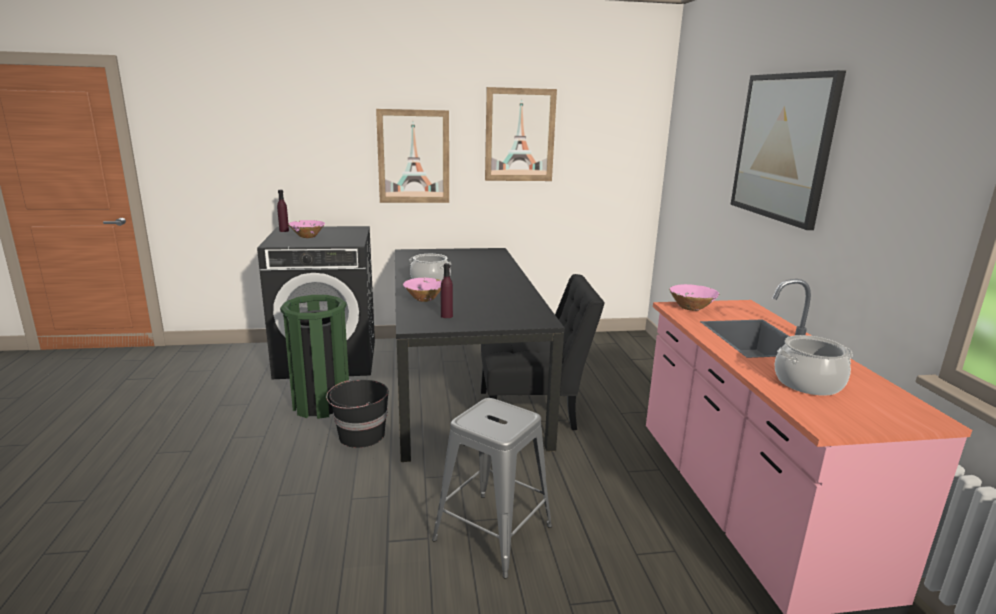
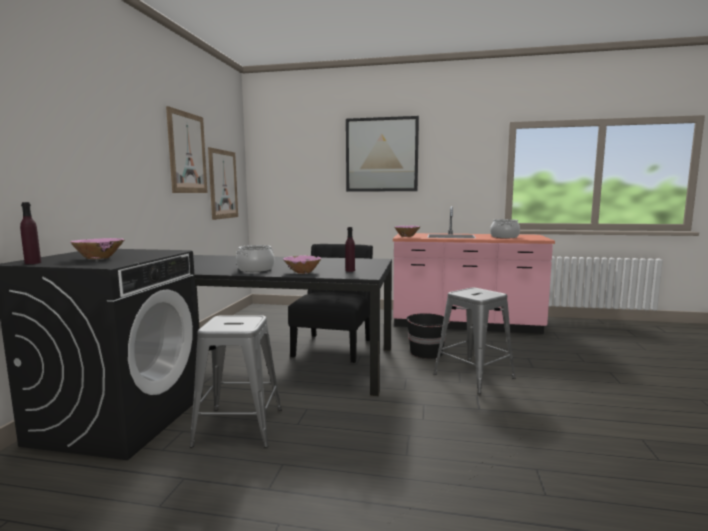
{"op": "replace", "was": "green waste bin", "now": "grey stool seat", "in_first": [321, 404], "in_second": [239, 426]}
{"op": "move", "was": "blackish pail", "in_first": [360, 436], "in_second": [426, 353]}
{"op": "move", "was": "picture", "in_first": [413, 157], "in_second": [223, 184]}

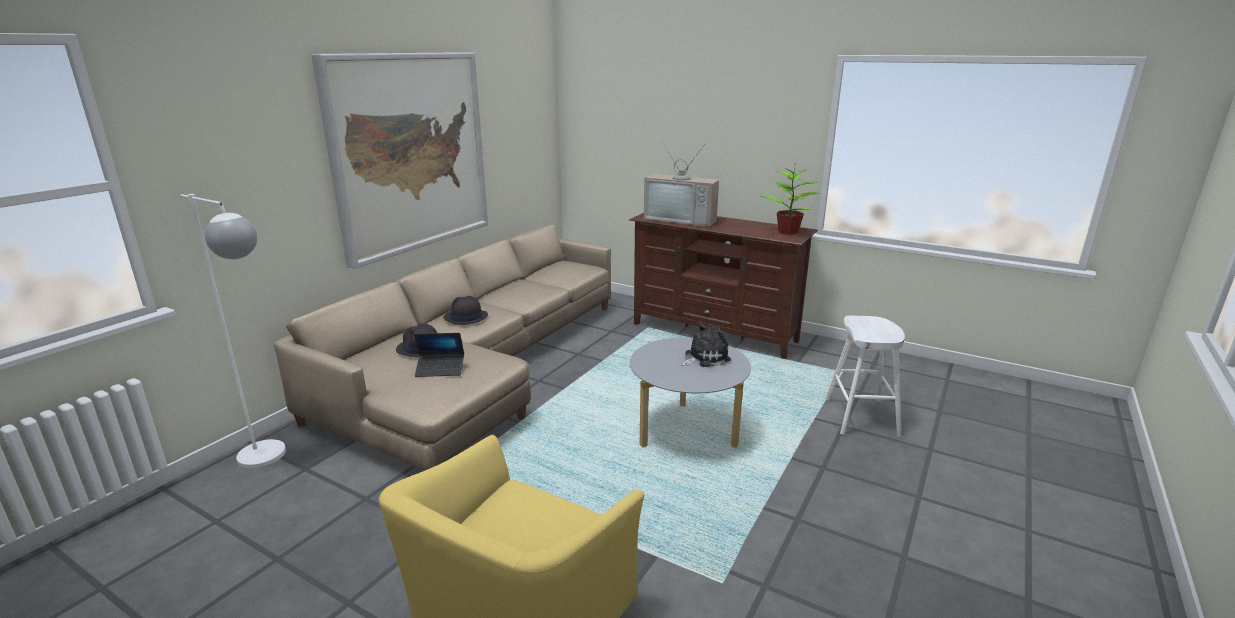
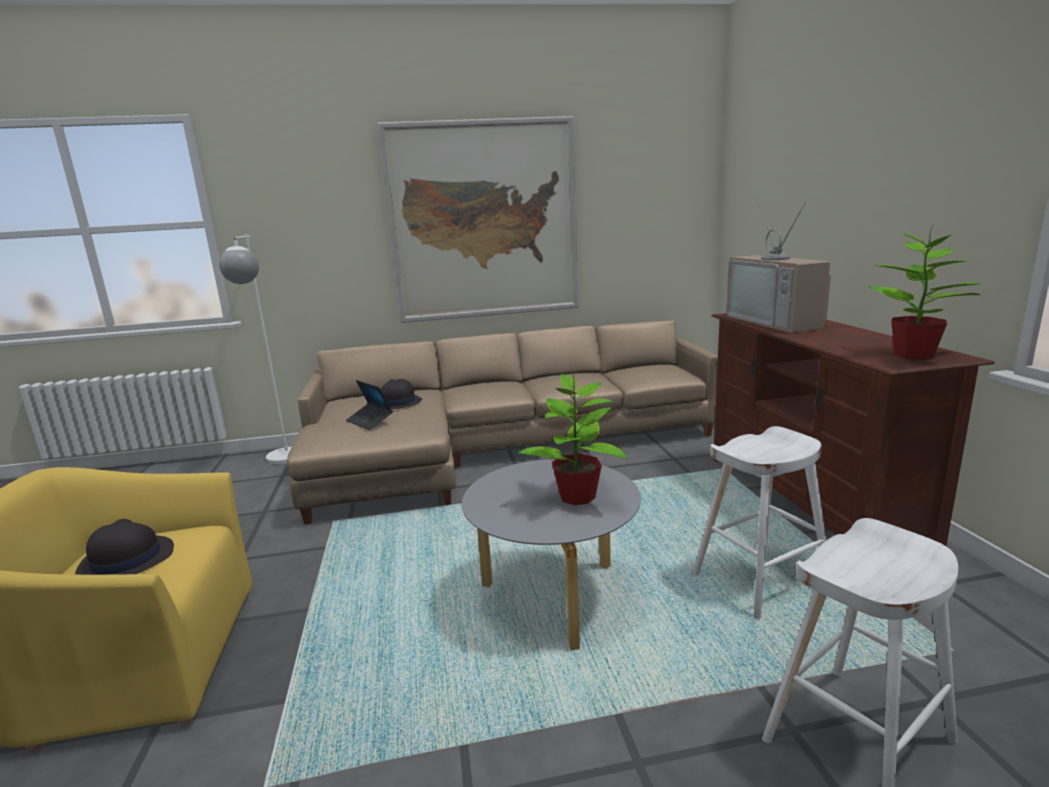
{"op": "move", "was": "blackish hat", "in_first": [465, 317], "in_second": [126, 560]}
{"op": "replace", "was": "cuddly toy", "now": "plant in a pot", "in_first": [704, 357], "in_second": [577, 497]}
{"op": "insert", "now": "whitish stool seat", "in_second": [761, 579]}

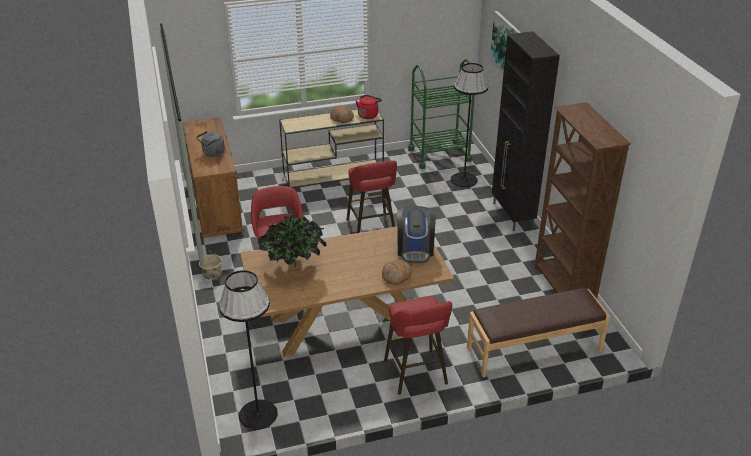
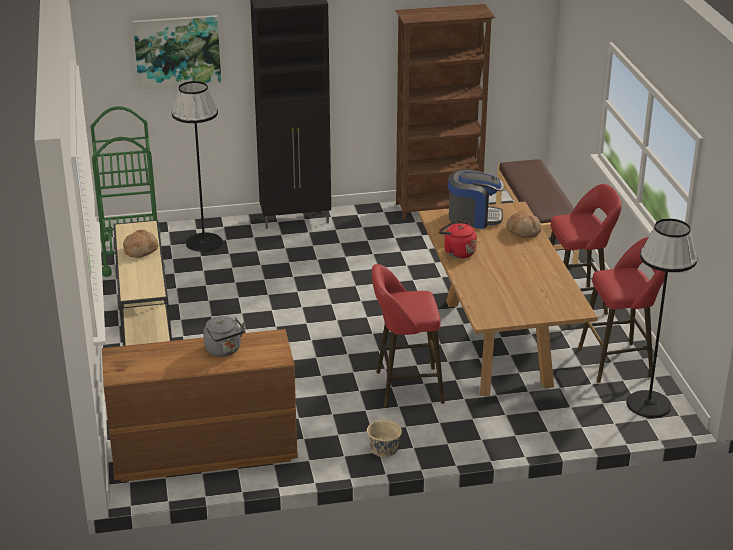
{"op": "delete", "was": "plant in a pot", "in_first": [293, 267]}
{"op": "move", "was": "red stool seat", "in_first": [372, 229], "in_second": [619, 362]}
{"op": "move", "was": "red kettle", "in_first": [368, 115], "in_second": [457, 252]}

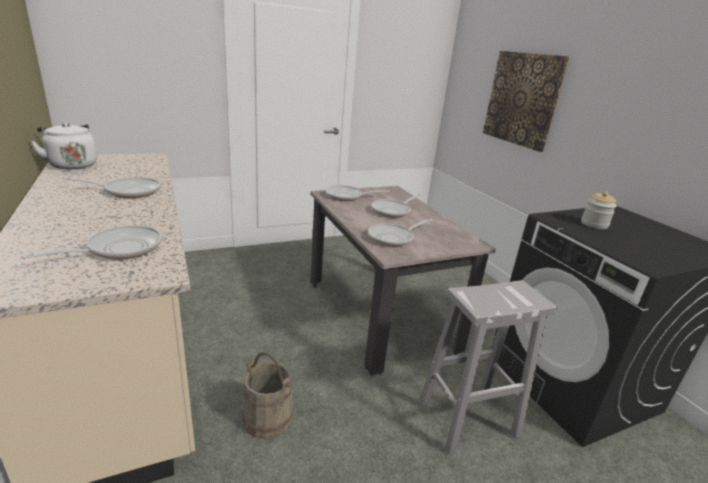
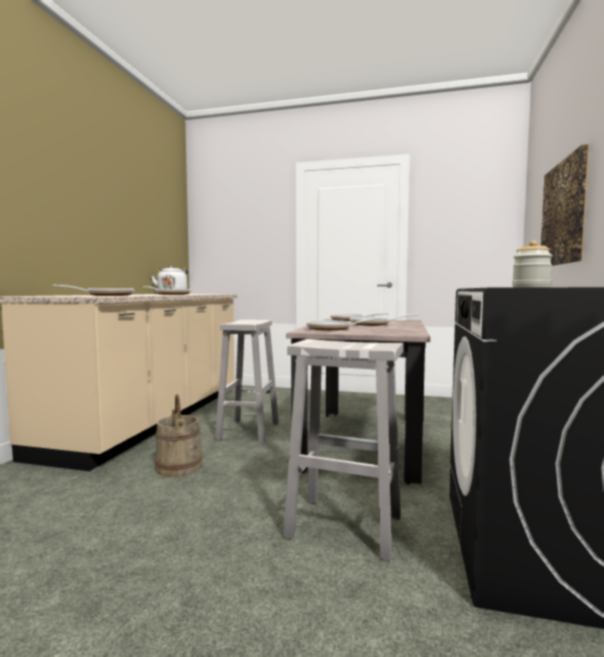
{"op": "insert", "now": "whitish stool seat", "in_second": [249, 430]}

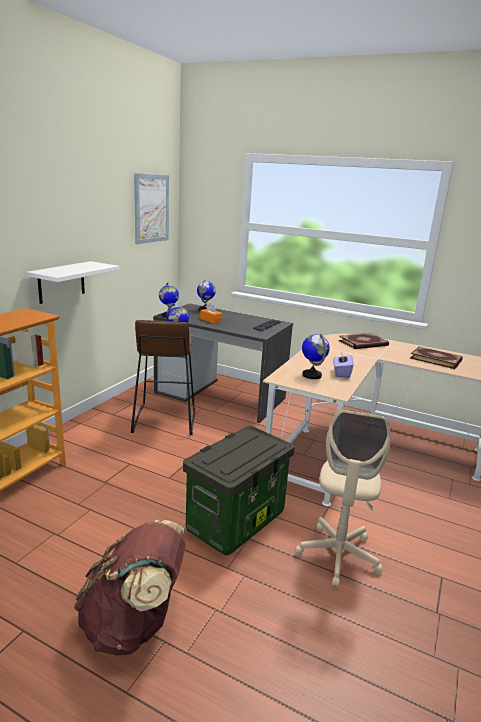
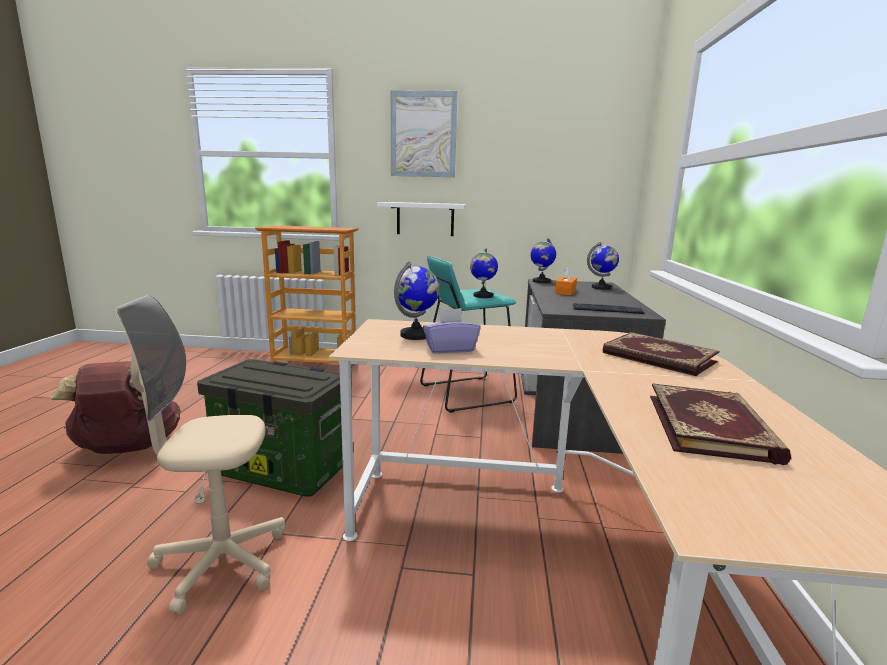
{"op": "recolor", "was": "brownish stool seat", "now": "turquoise-coloured stool seat", "in_first": [164, 420], "in_second": [465, 393]}
{"op": "move", "was": "picture", "in_first": [151, 208], "in_second": [423, 134]}

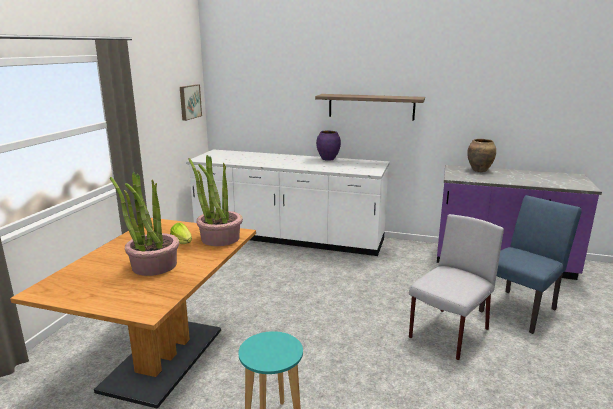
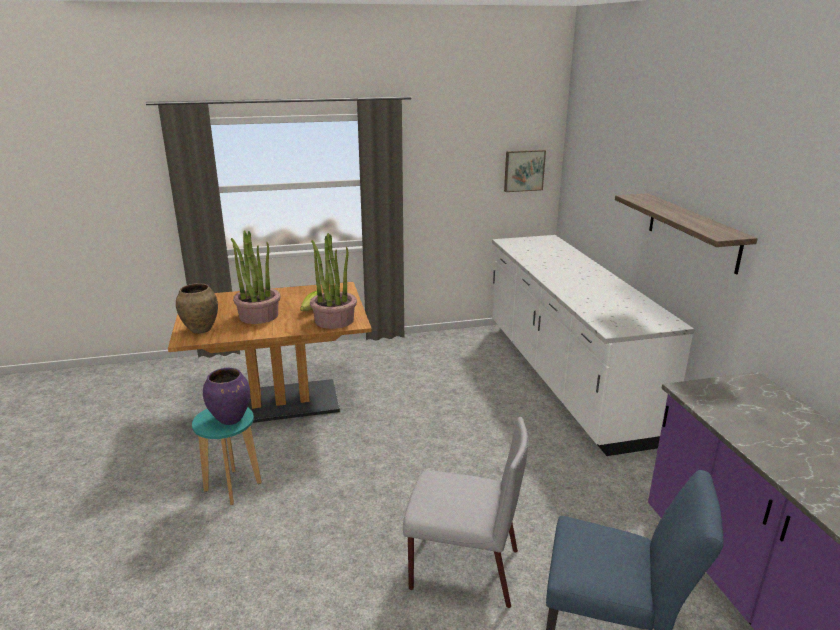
{"op": "move", "was": "purplish decorative vase", "in_first": [328, 159], "in_second": [231, 419]}
{"op": "move", "was": "brownish decorative vase", "in_first": [479, 170], "in_second": [200, 329]}

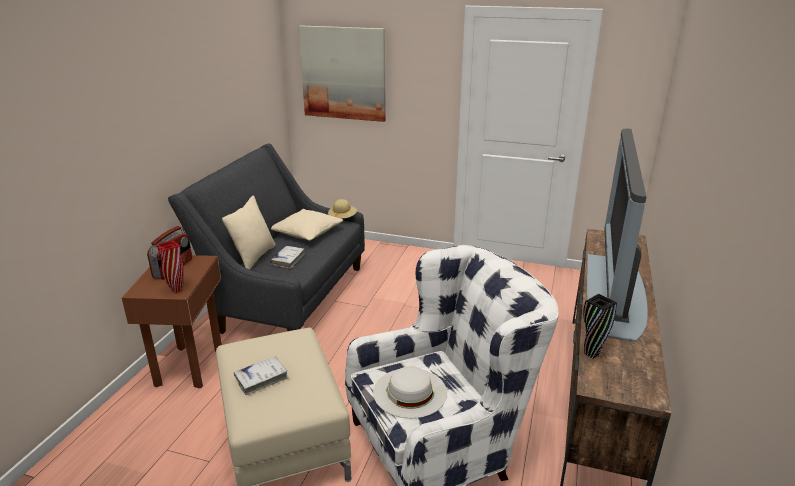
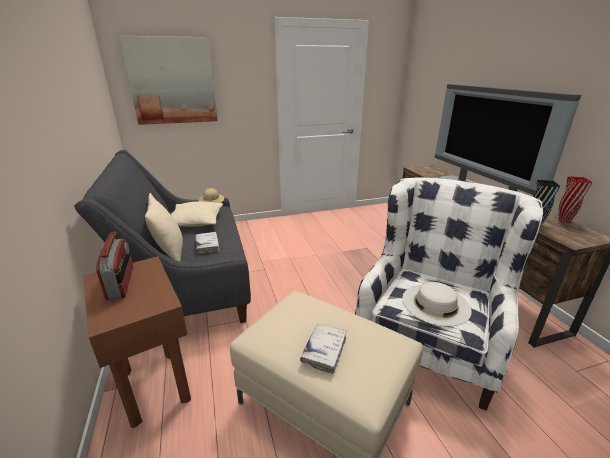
{"op": "move", "was": "red decorative vase", "in_first": [176, 290], "in_second": [564, 221]}

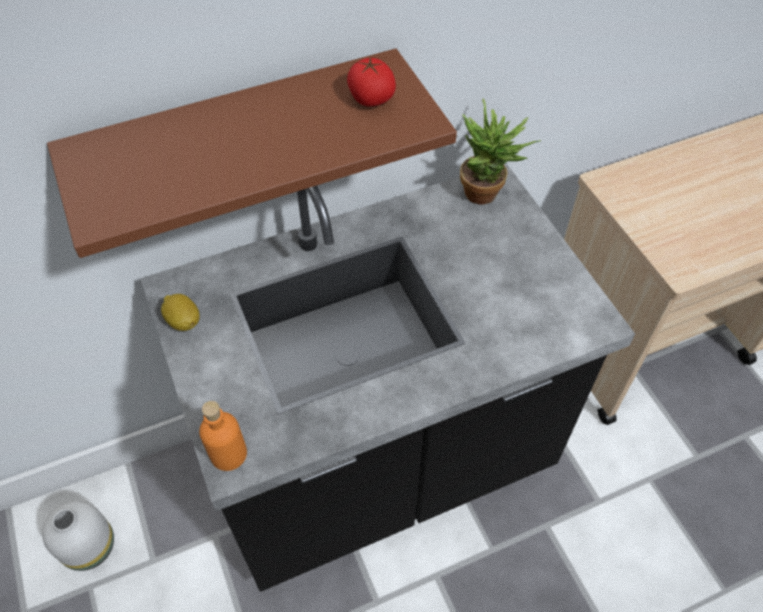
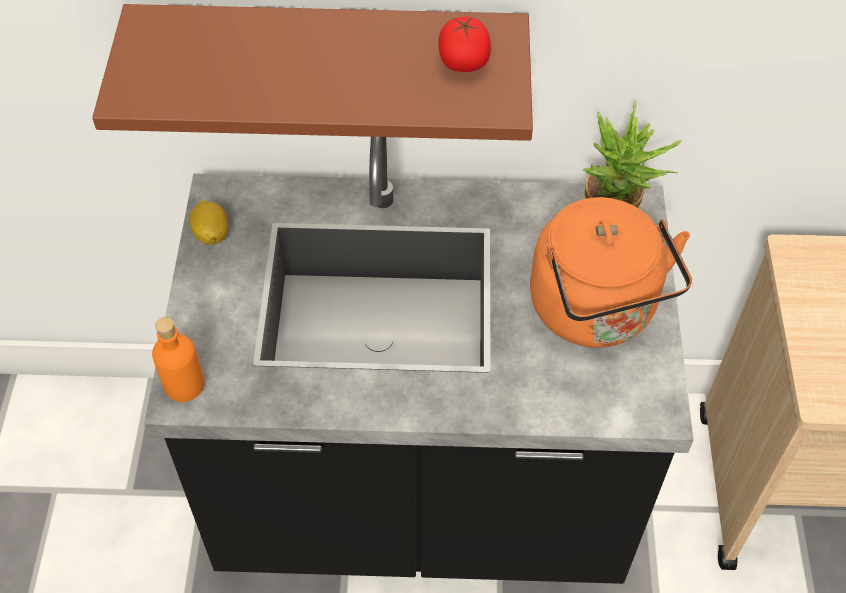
{"op": "delete", "was": "whitish decorative vase", "in_first": [89, 548]}
{"op": "insert", "now": "orangey kettle", "in_second": [596, 312]}

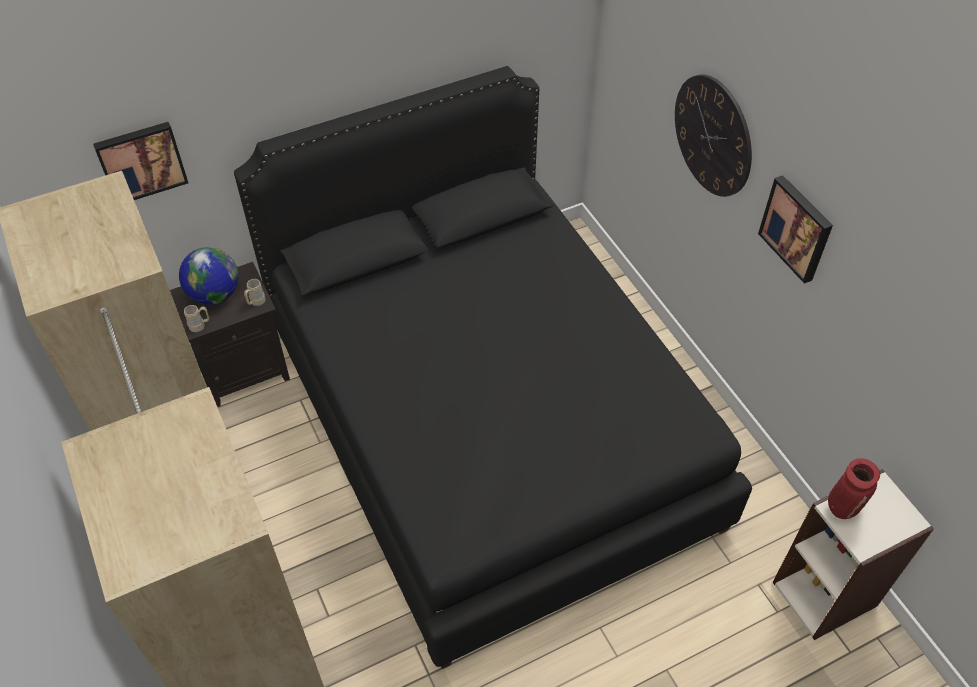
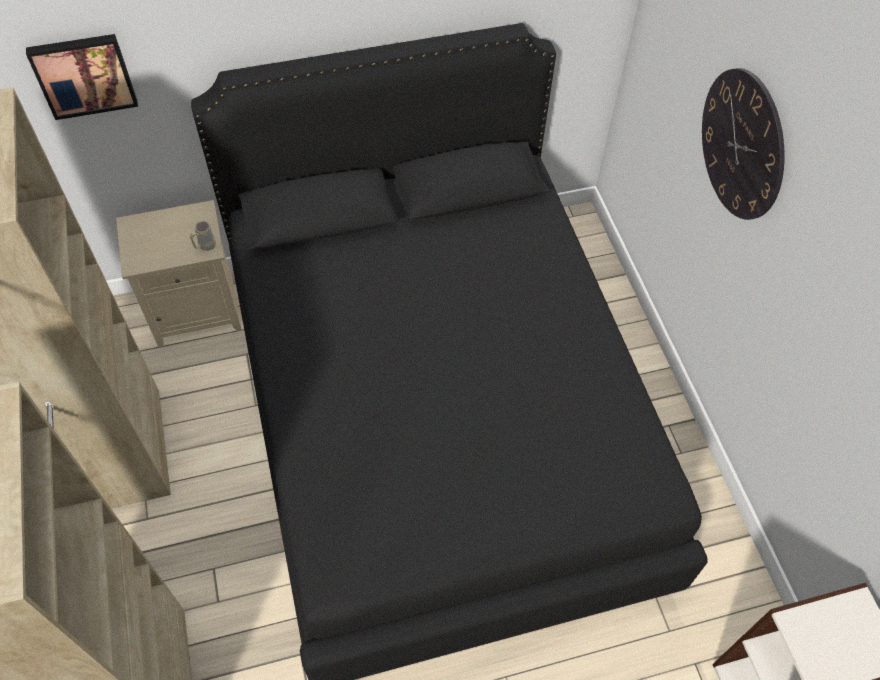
{"op": "recolor", "was": "blackish night table", "now": "sand-coloured night table", "in_first": [244, 369], "in_second": [197, 310]}
{"op": "delete", "was": "desk globe", "in_first": [214, 294]}
{"op": "delete", "was": "sand-coloured tea mug", "in_first": [200, 326]}
{"op": "delete", "was": "picture", "in_first": [797, 228]}
{"op": "delete", "was": "red decorative vase", "in_first": [842, 506]}

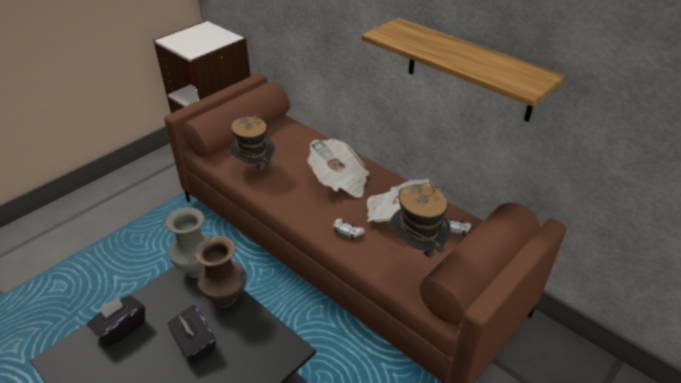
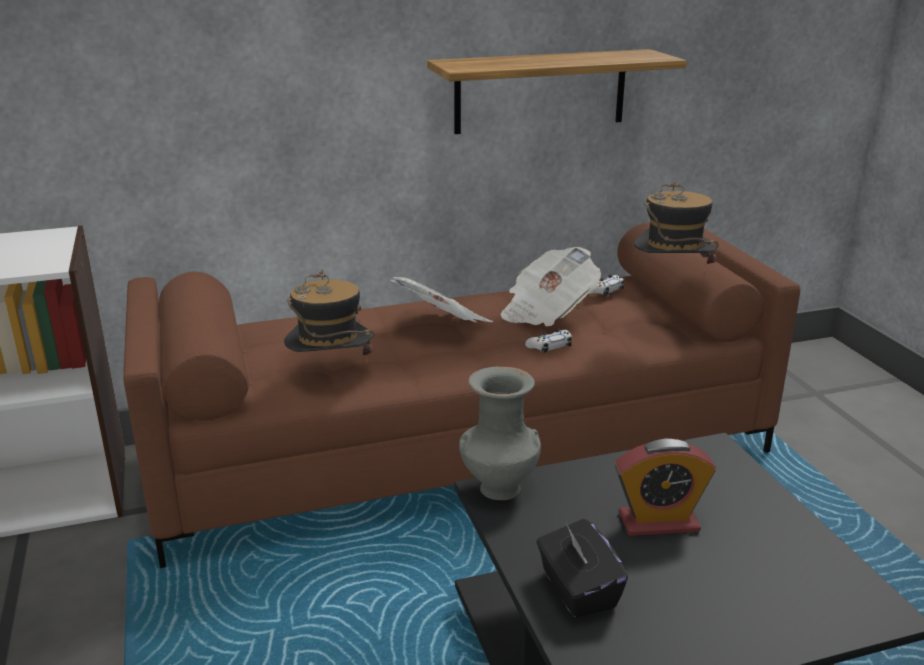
{"op": "replace", "was": "blackish box of tissues", "now": "alarm clock", "in_first": [194, 343], "in_second": [658, 522]}
{"op": "delete", "was": "brownish decorative vase", "in_first": [227, 298]}

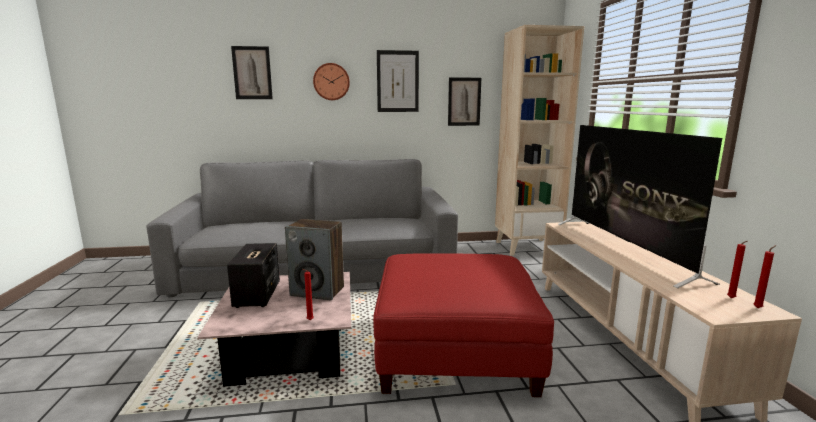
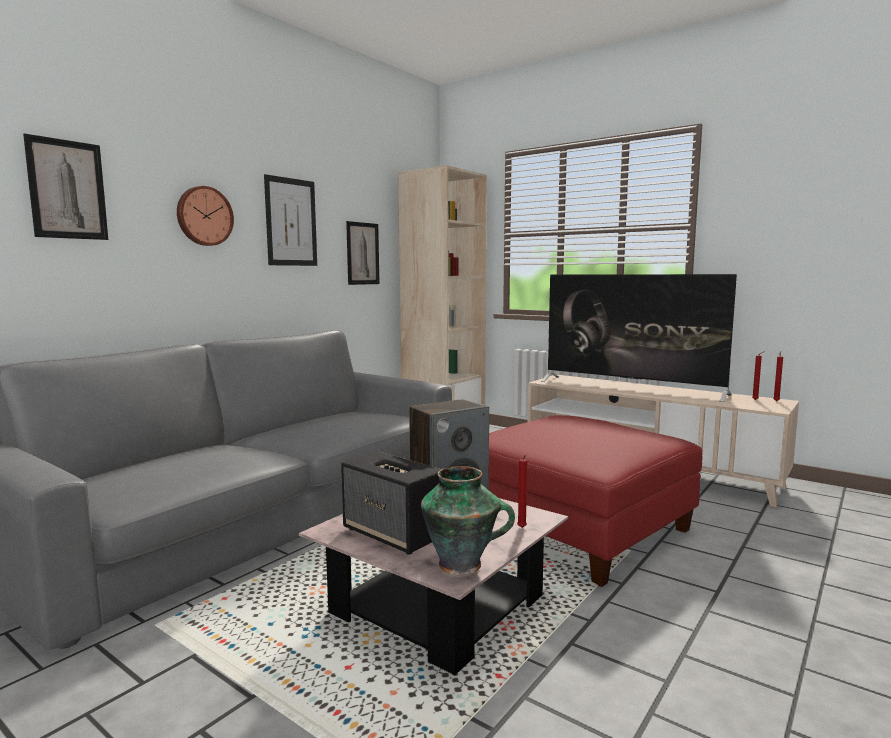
{"op": "insert", "now": "decorative vase", "in_second": [462, 565]}

